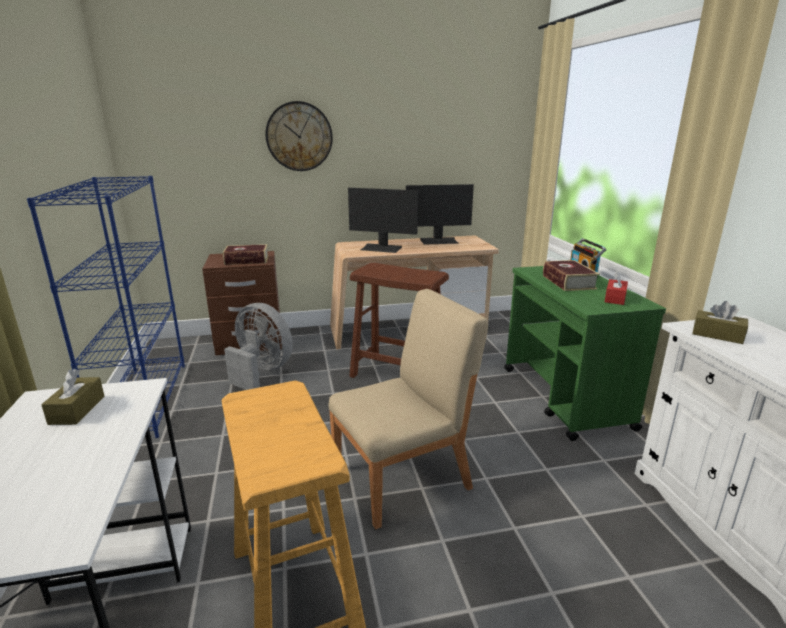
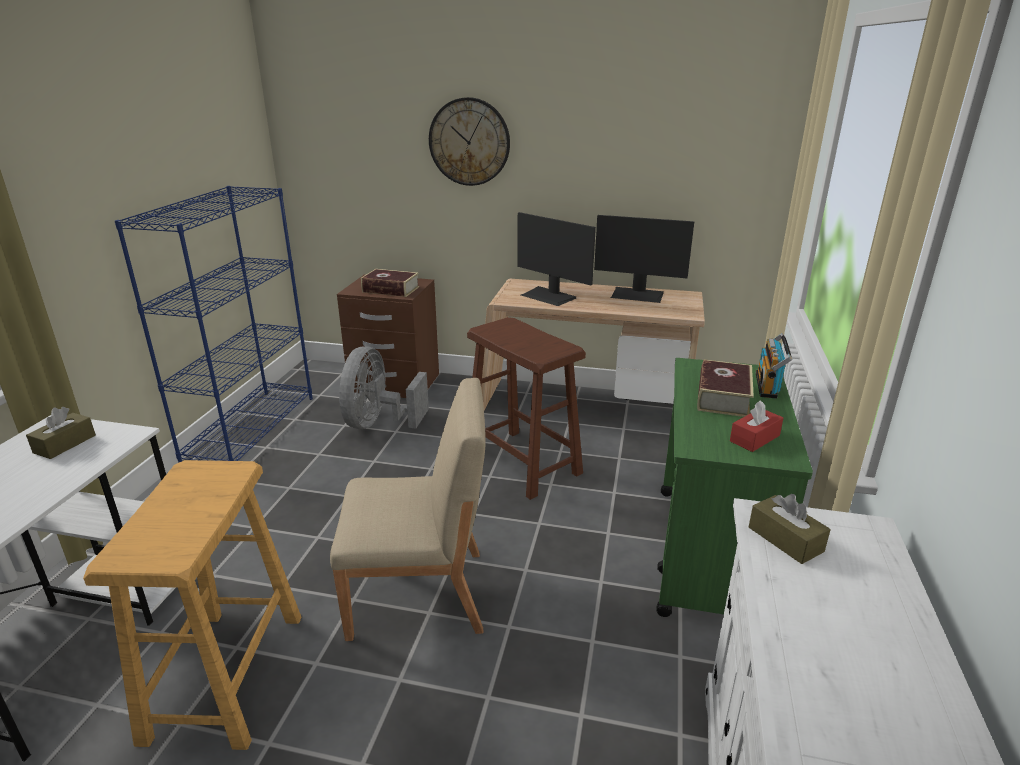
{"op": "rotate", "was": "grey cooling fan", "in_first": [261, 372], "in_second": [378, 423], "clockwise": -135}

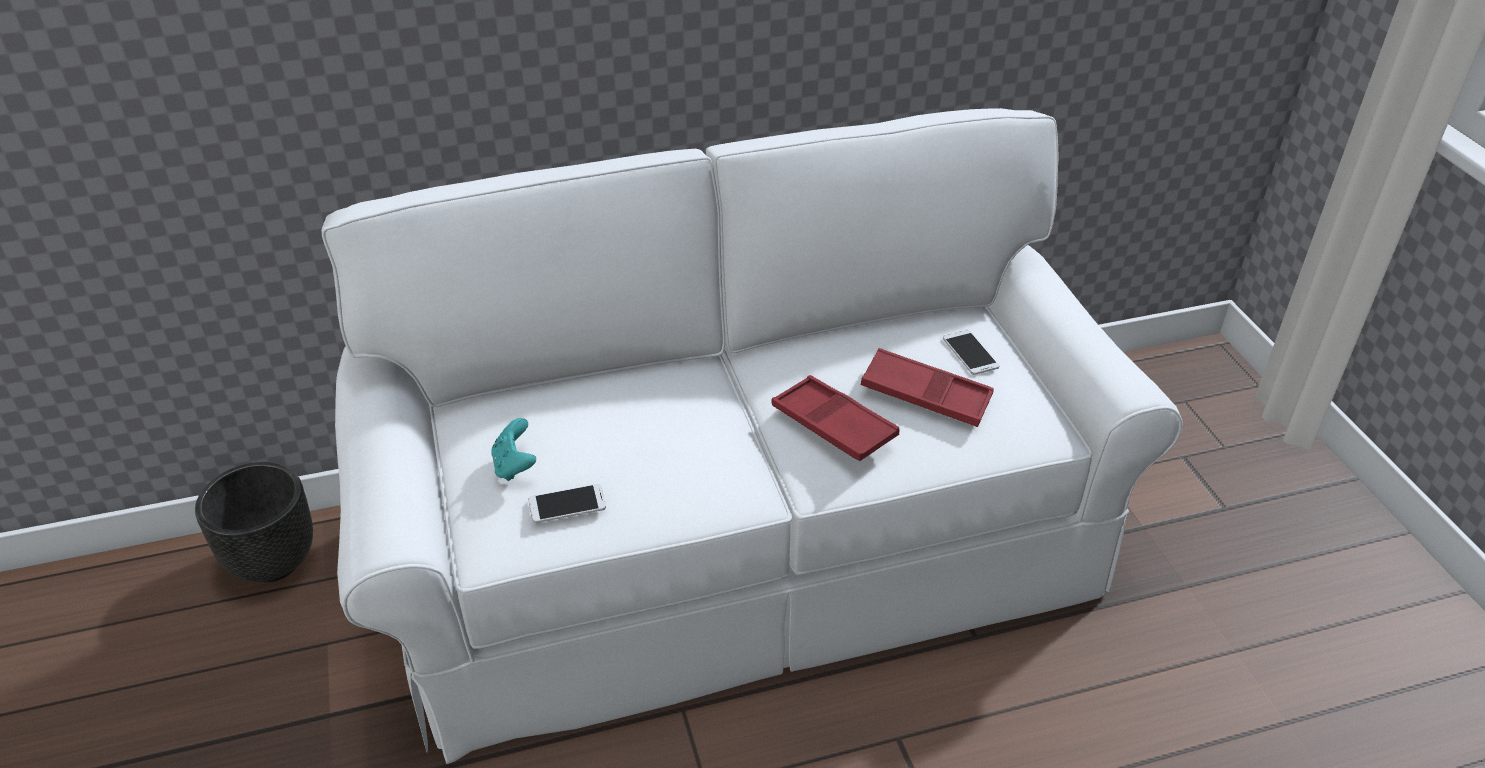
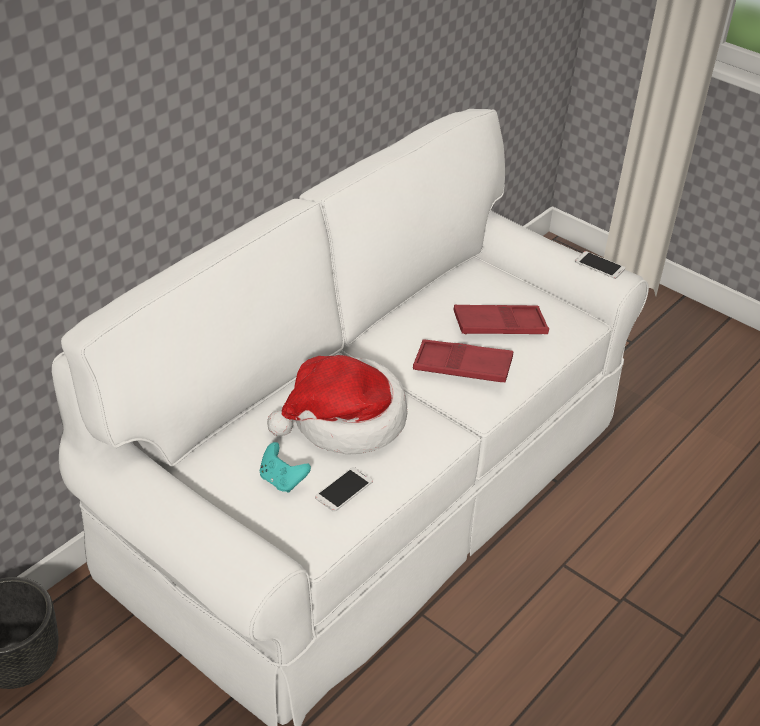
{"op": "move", "was": "telephone", "in_first": [970, 353], "in_second": [599, 265]}
{"op": "insert", "now": "hat", "in_second": [345, 421]}

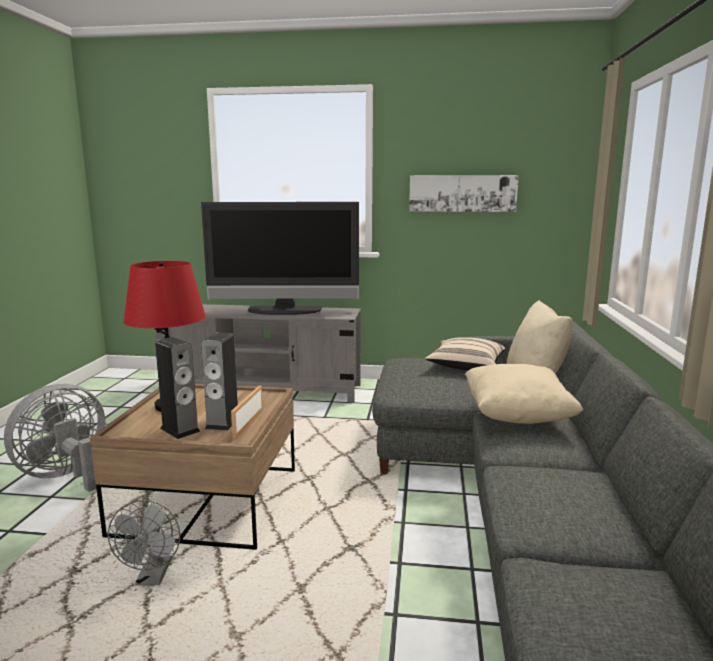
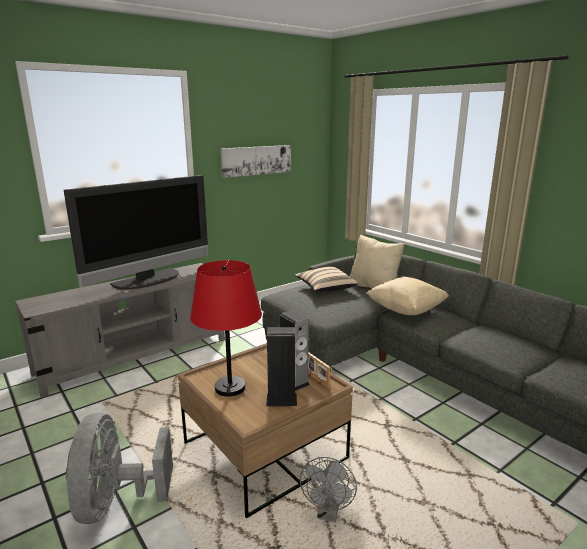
{"op": "rotate", "was": "grey cooling fan", "in_first": [152, 578], "in_second": [328, 513], "clockwise": 60}

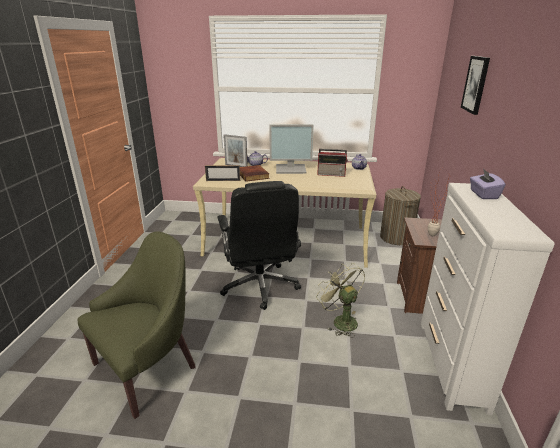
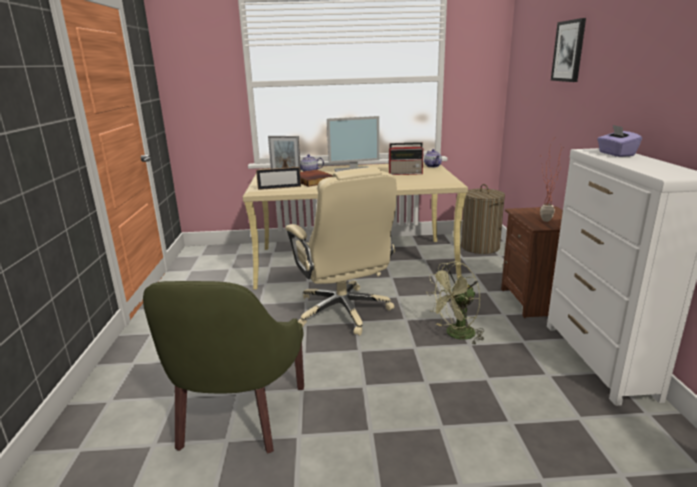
{"op": "rotate", "was": "green lounge chair", "in_first": [148, 367], "in_second": [237, 417], "clockwise": 150}
{"op": "recolor", "was": "blackish computer chair", "now": "sand-coloured computer chair", "in_first": [260, 286], "in_second": [343, 312]}
{"op": "rotate", "was": "green cooling fan", "in_first": [340, 321], "in_second": [456, 335], "clockwise": -75}

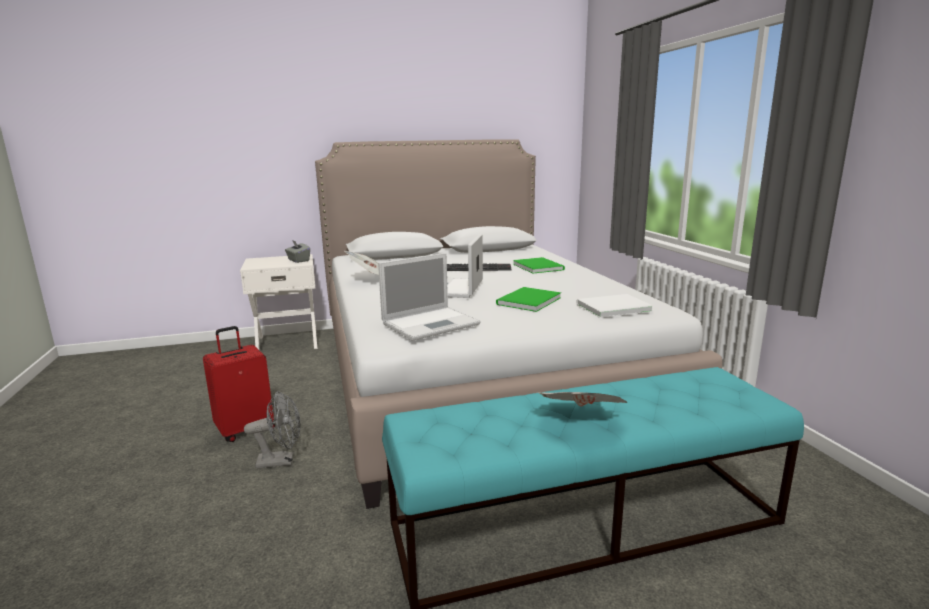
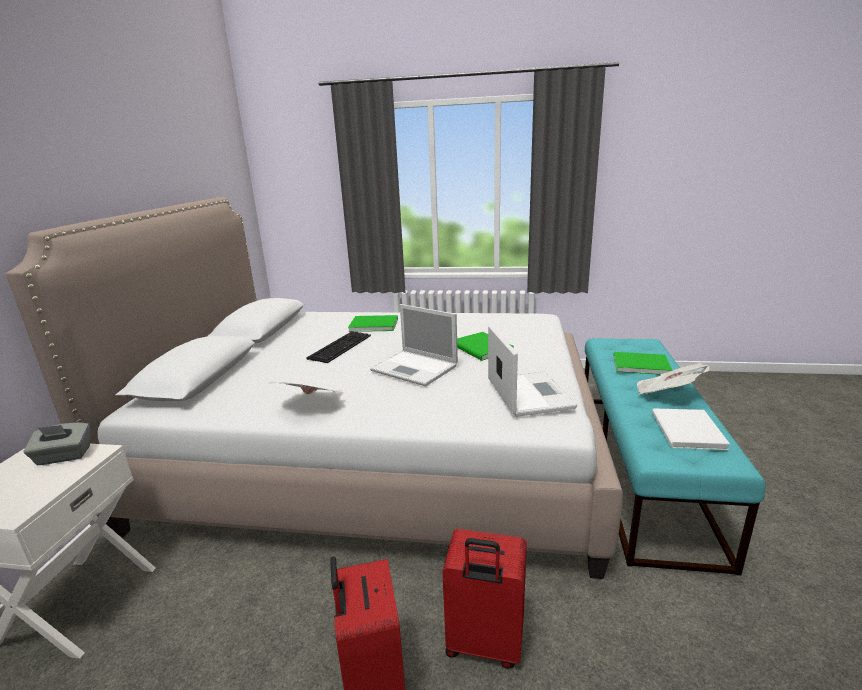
{"op": "replace", "was": "grey cooling fan", "now": "red travel case", "in_first": [281, 461], "in_second": [484, 644]}
{"op": "move", "was": "whitish bound book", "in_first": [611, 307], "in_second": [686, 432]}
{"op": "insert", "now": "green bound book", "in_second": [639, 364]}

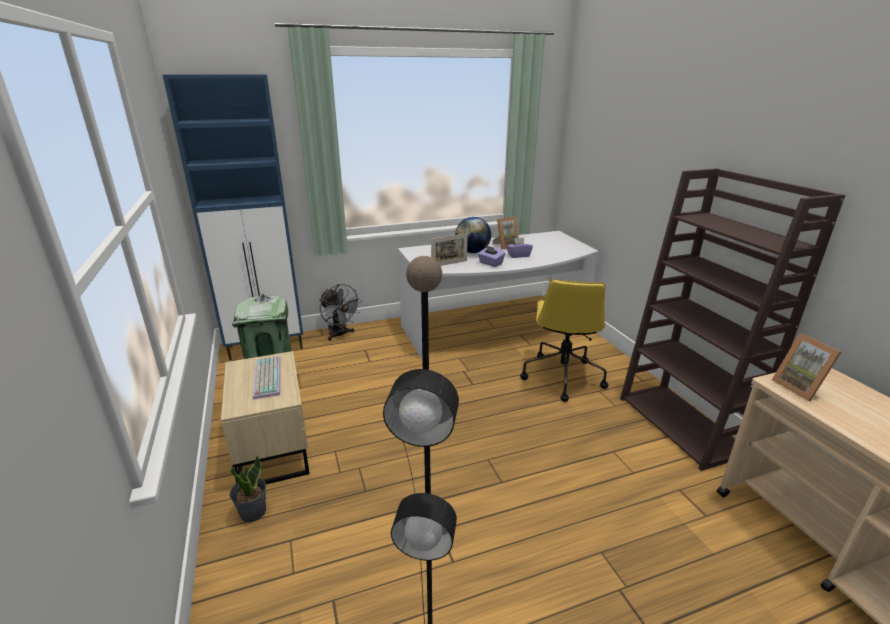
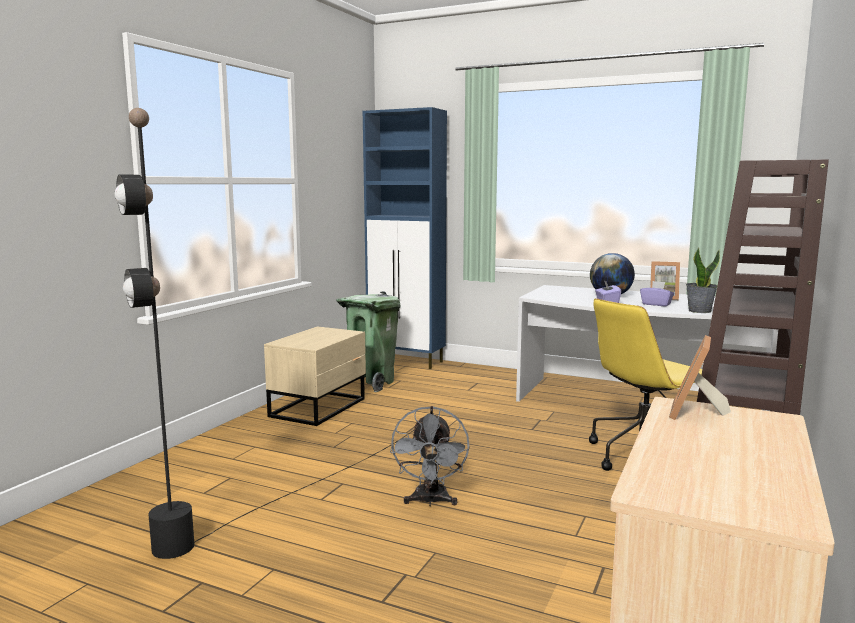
{"op": "move", "was": "plant in a pot", "in_first": [253, 512], "in_second": [699, 311]}
{"op": "delete", "was": "keyboard", "in_first": [266, 377]}
{"op": "move", "was": "grey cooling fan", "in_first": [340, 335], "in_second": [430, 501]}
{"op": "delete", "was": "standing frame", "in_first": [449, 264]}

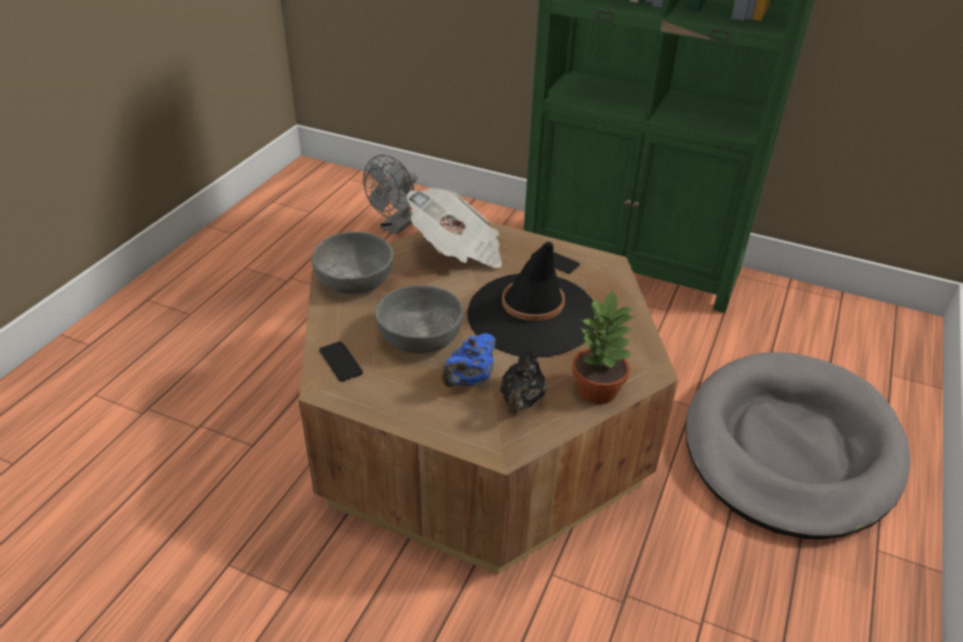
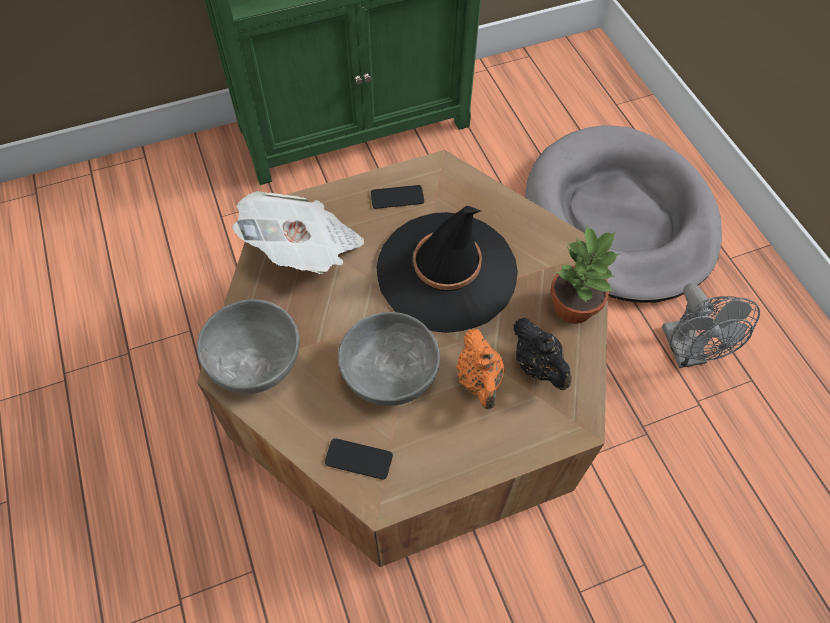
{"op": "move", "was": "grey cooling fan", "in_first": [396, 227], "in_second": [687, 352]}
{"op": "recolor", "was": "bluish tea pot", "now": "orangey tea pot", "in_first": [469, 380], "in_second": [479, 381]}

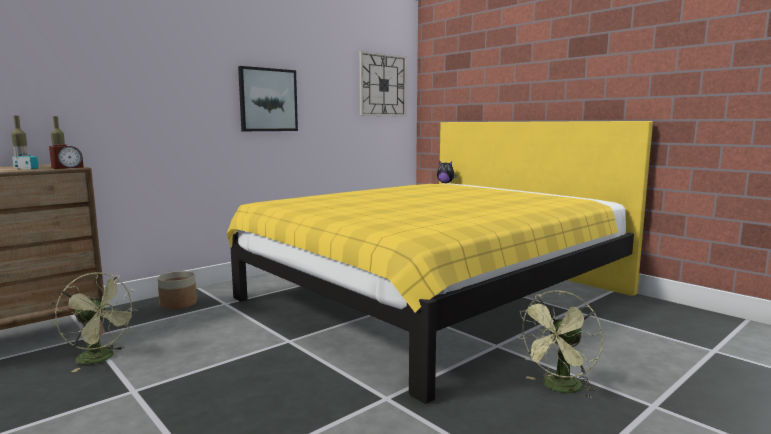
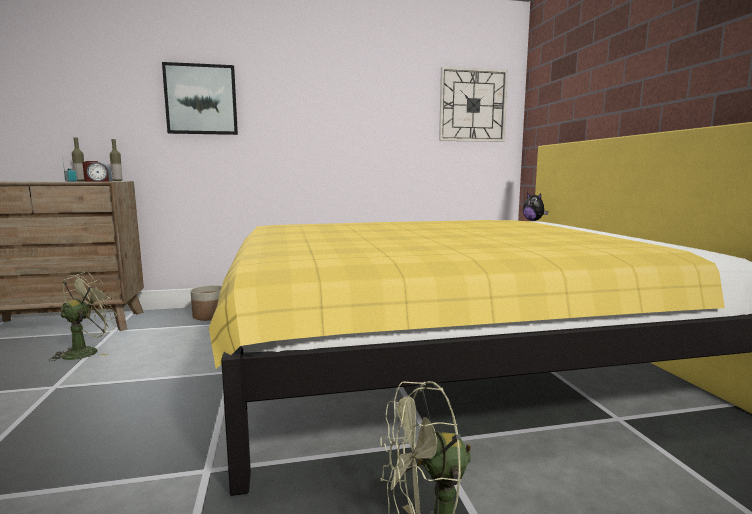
{"op": "rotate", "was": "green cooling fan", "in_first": [101, 359], "in_second": [87, 351], "clockwise": -120}
{"op": "move", "was": "picture", "in_first": [268, 100], "in_second": [201, 99]}

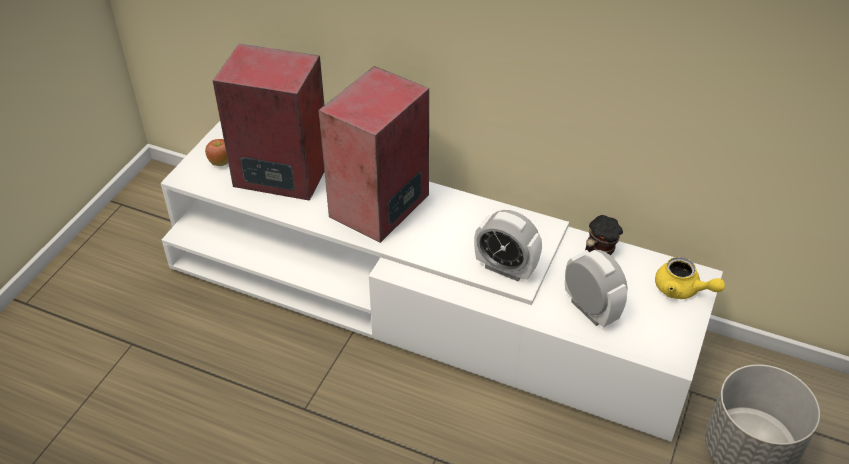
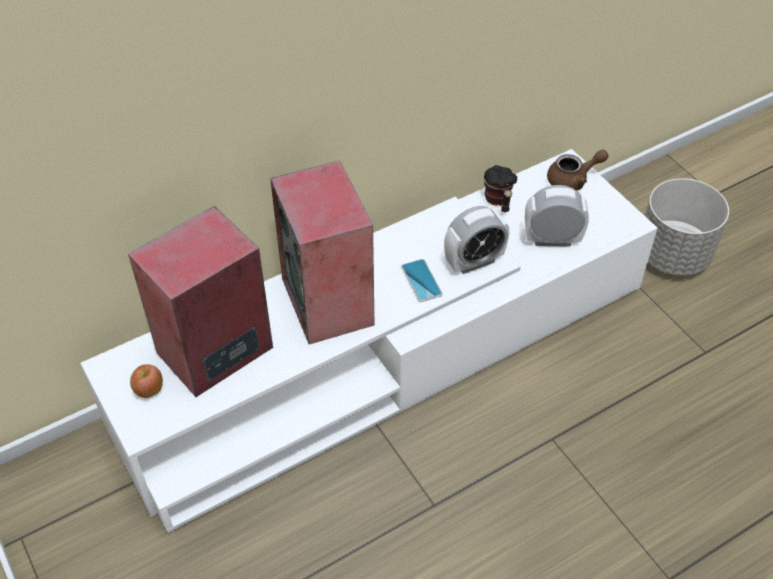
{"op": "recolor", "was": "yellow-coloured tea pot", "now": "brownish tea pot", "in_first": [682, 290], "in_second": [573, 180]}
{"op": "insert", "now": "telephone", "in_second": [421, 281]}

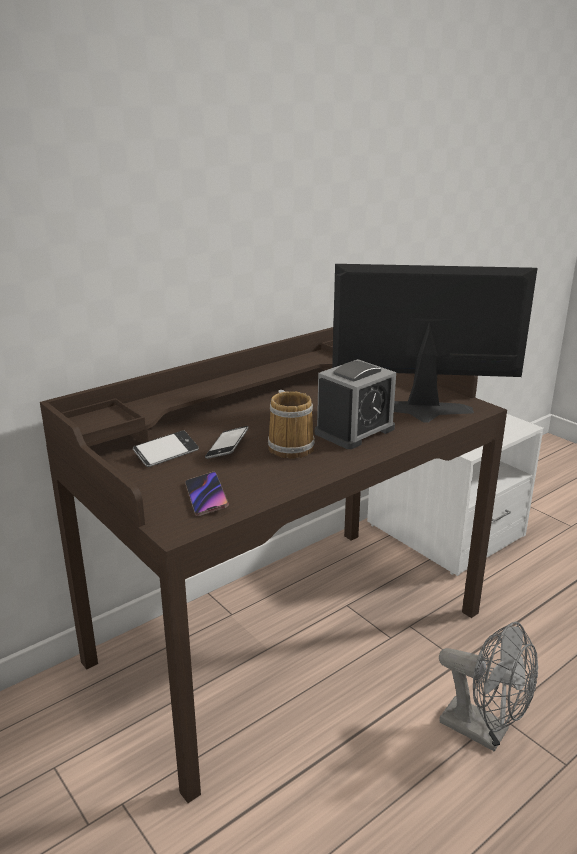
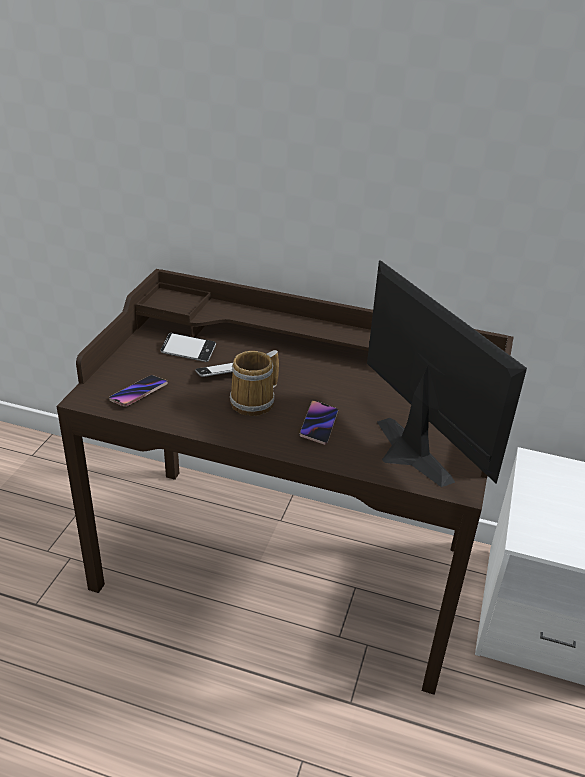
{"op": "replace", "was": "alarm clock", "now": "telephone", "in_first": [354, 431], "in_second": [318, 425]}
{"op": "delete", "was": "grey cooling fan", "in_first": [484, 731]}

